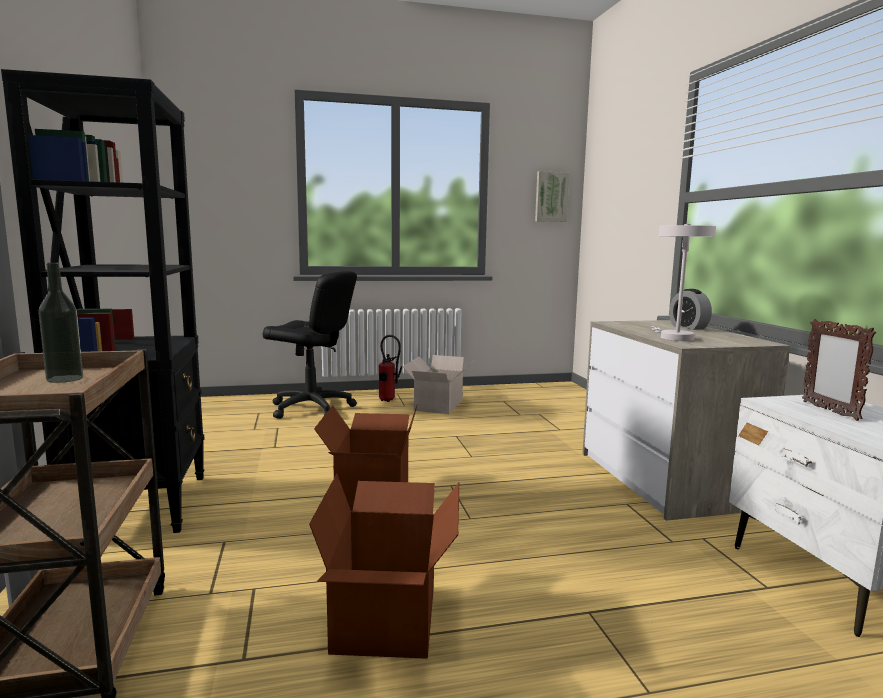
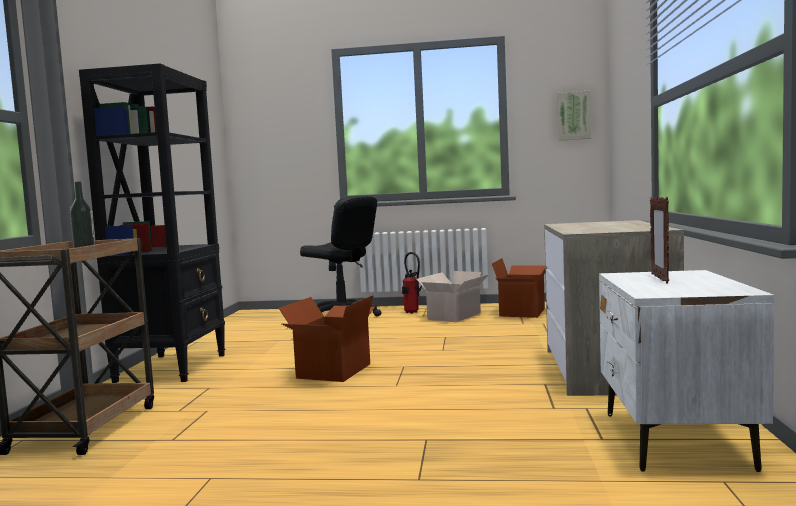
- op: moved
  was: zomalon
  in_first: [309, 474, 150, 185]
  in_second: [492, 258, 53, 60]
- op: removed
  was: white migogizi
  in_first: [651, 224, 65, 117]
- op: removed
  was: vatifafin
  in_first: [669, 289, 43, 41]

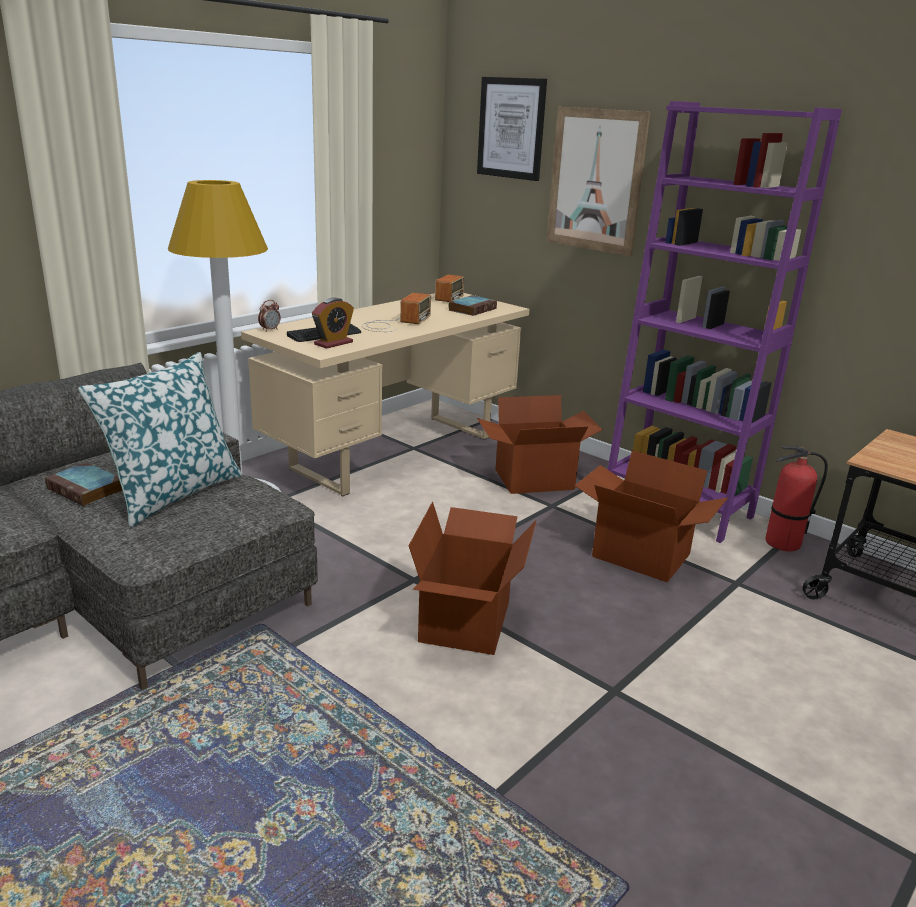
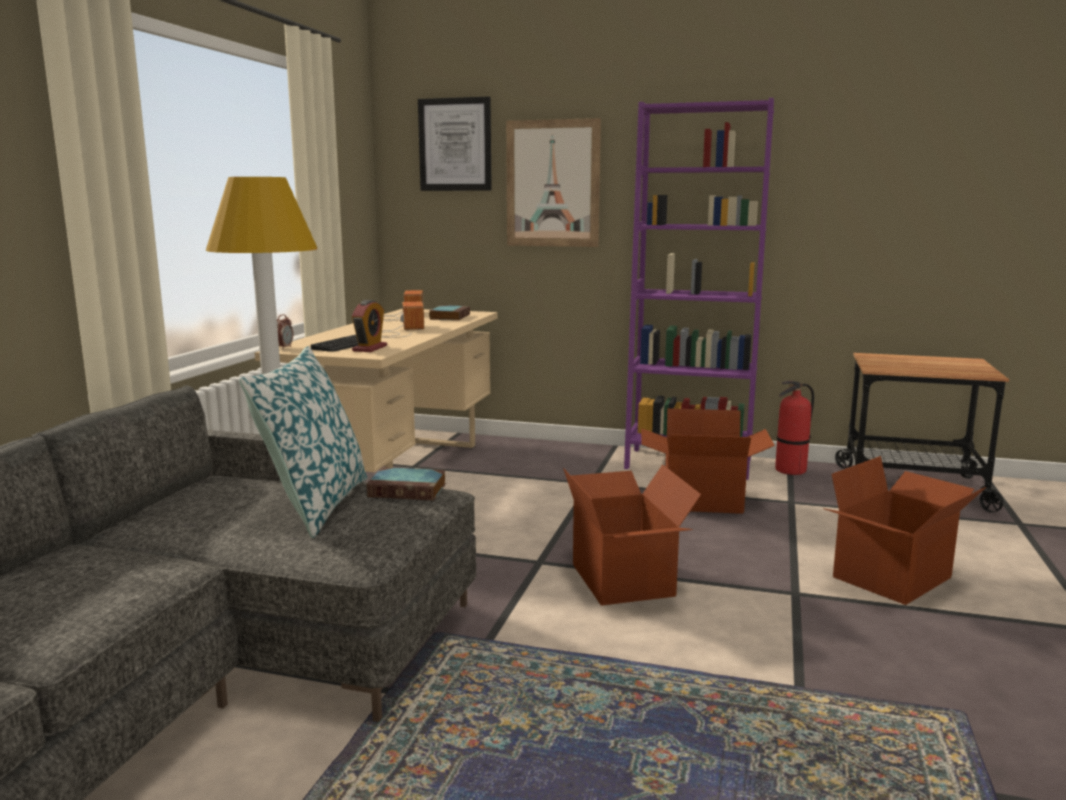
- op: moved
  was: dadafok
  in_first: [45, 462, 78, 44]
  in_second: [366, 467, 80, 34]
- op: moved
  was: zomalon
  in_first: [477, 395, 126, 99]
  in_second: [823, 456, 163, 149]

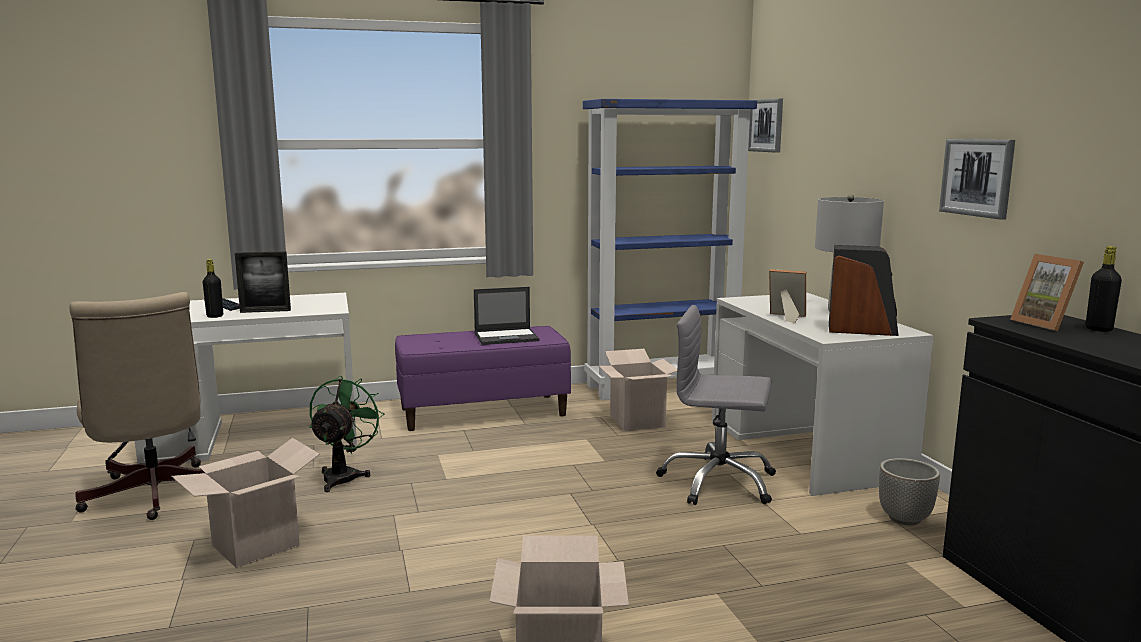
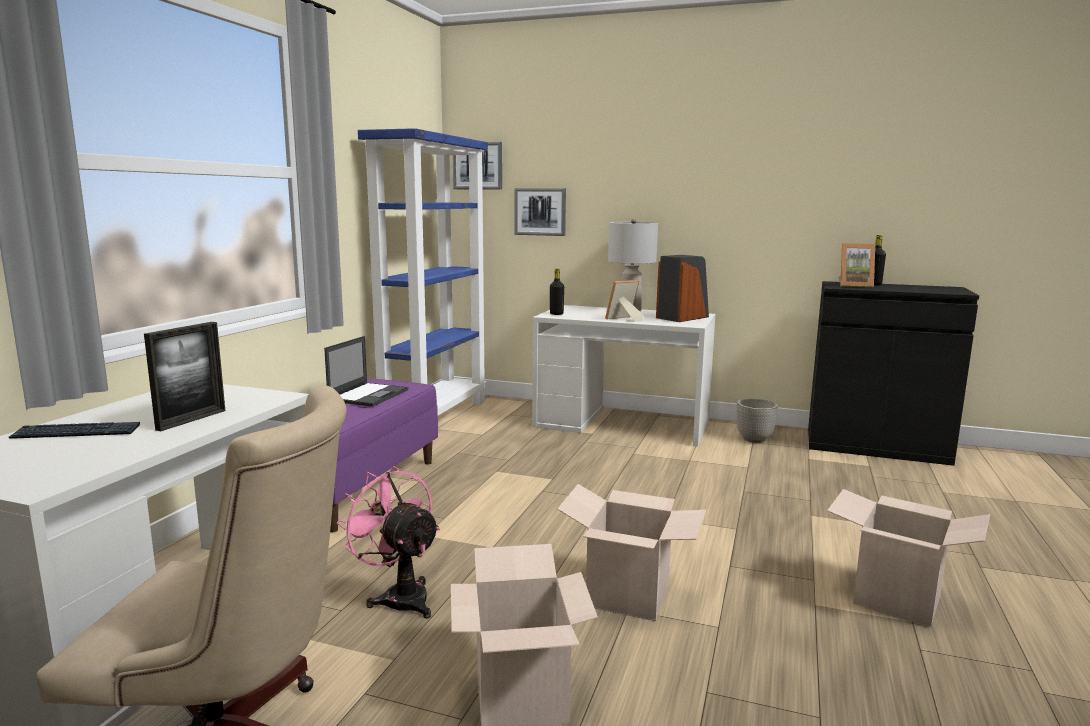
- op: moved
  was: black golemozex
  in_first: [203, 259, 20, 59]
  in_second: [550, 269, 14, 46]
- op: recoloured
  was: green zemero
  now: pink zemero
  in_first: [309, 376, 76, 116]
  in_second: [337, 466, 103, 153]
- op: moved
  was: zomalon
  in_first: [599, 349, 78, 82]
  in_second: [557, 484, 149, 137]
- op: removed
  was: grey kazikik
  in_first: [656, 305, 120, 200]
- op: moved
  was: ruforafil
  in_first: [939, 139, 76, 81]
  in_second: [514, 188, 52, 48]

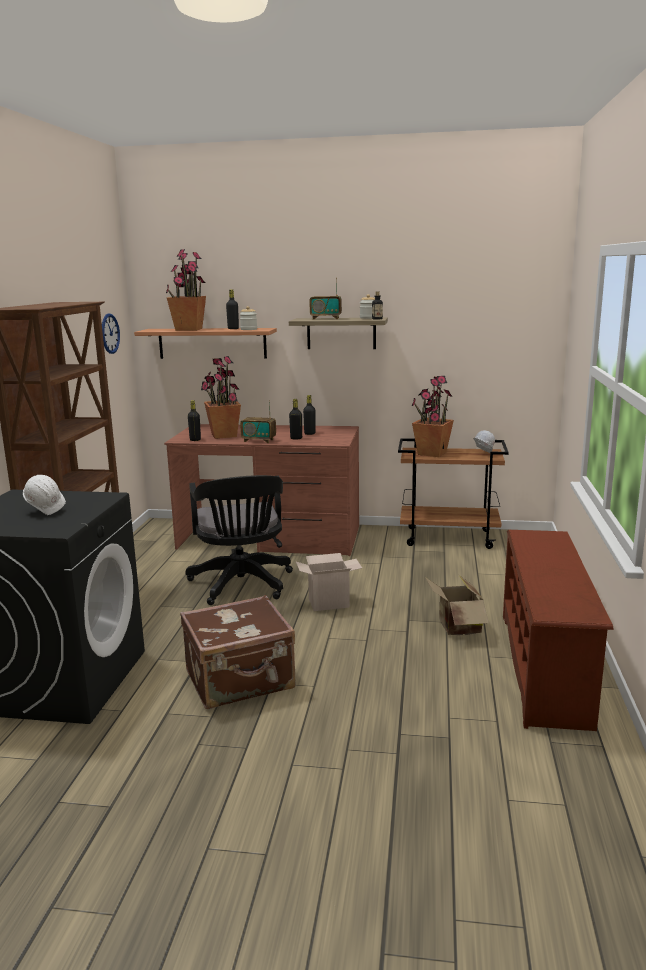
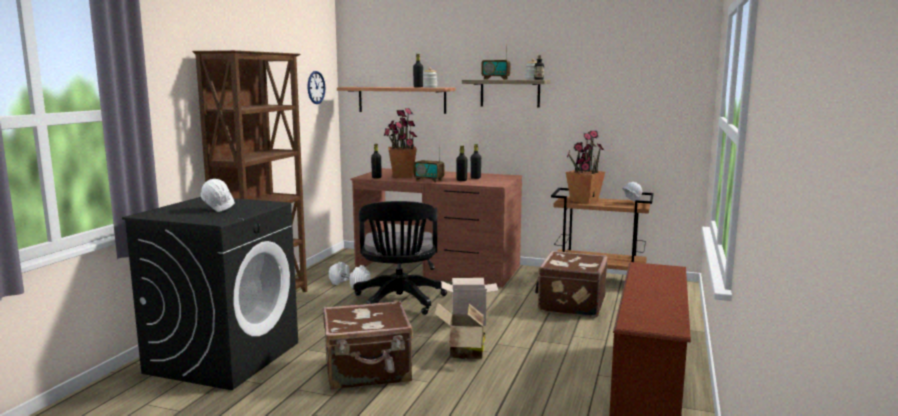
- op: removed
  was: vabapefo
  in_first: [166, 249, 40, 82]
- op: moved
  was: zomalon
  in_first: [425, 575, 64, 60]
  in_second: [434, 303, 51, 57]
- op: added
  now: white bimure
  in_second: [329, 262, 42, 26]
- op: added
  now: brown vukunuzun
  in_second: [535, 251, 73, 67]

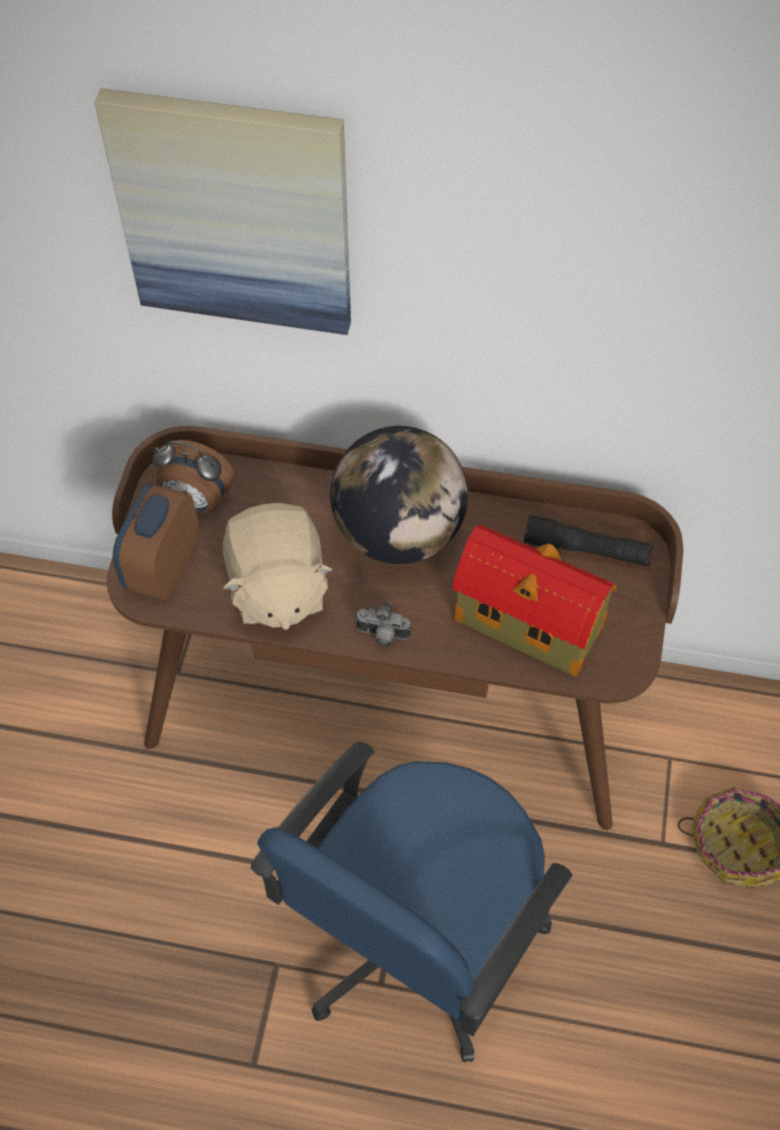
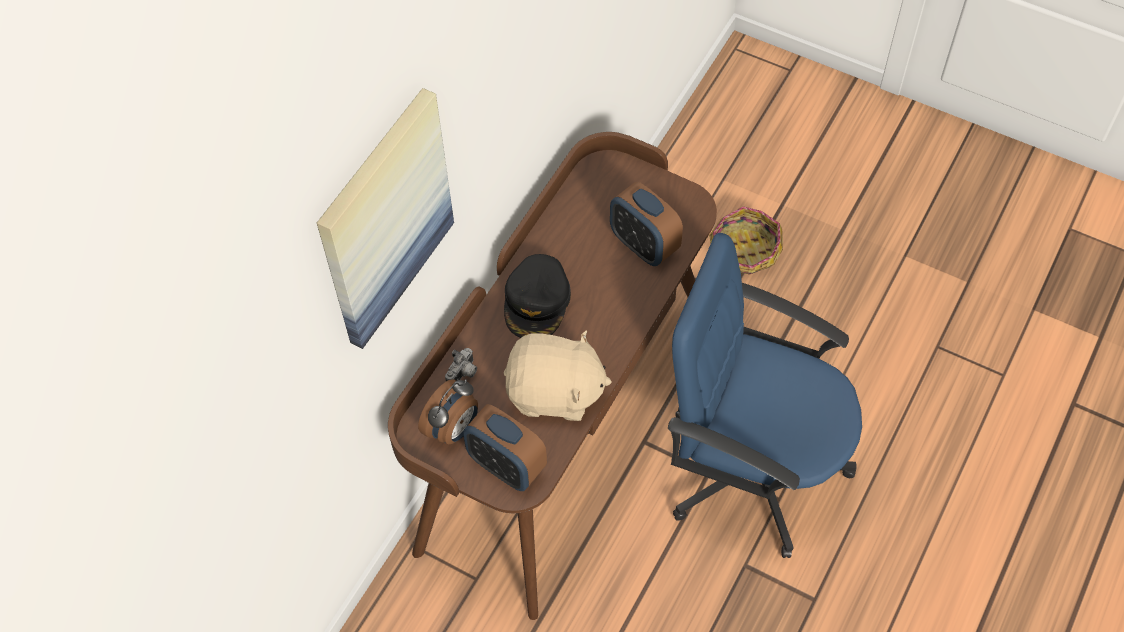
- op: turned
  was: blue kazikik
  in_first: [251, 741, 322, 321]
  in_second: [668, 233, 194, 325]
  clockwise: 150
- op: replaced
  was: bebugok
  now: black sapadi
  in_first: [330, 426, 138, 138]
  in_second: [504, 254, 67, 84]
- op: moved
  was: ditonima
  in_first: [355, 601, 56, 46]
  in_second: [445, 348, 32, 33]
- op: replaced
  was: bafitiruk
  now: vatifafin
  in_first: [453, 525, 164, 151]
  in_second: [610, 182, 73, 84]
- op: removed
  was: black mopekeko
  in_first: [524, 515, 130, 51]

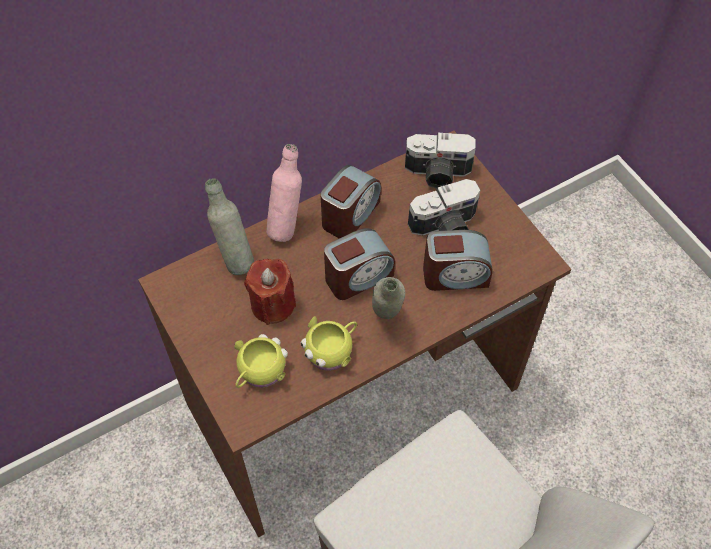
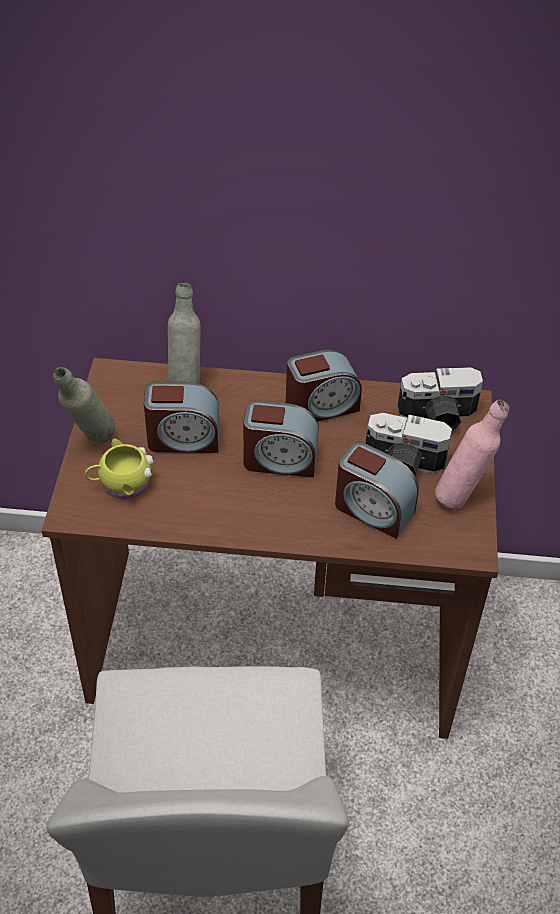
- op: replaced
  was: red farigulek
  now: vatifafin
  in_first: [244, 259, 52, 66]
  in_second: [144, 382, 75, 71]
- op: moved
  was: pink golemozex
  in_first: [267, 144, 35, 98]
  in_second: [435, 400, 74, 109]
- op: removed
  was: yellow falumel
  in_first: [301, 316, 56, 55]
- op: moved
  was: grey golemozex
  in_first: [372, 277, 33, 42]
  in_second: [53, 367, 63, 76]
- op: turned
  was: ditonima
  in_first: [405, 133, 71, 56]
  in_second: [398, 367, 85, 64]
  clockwise: -45

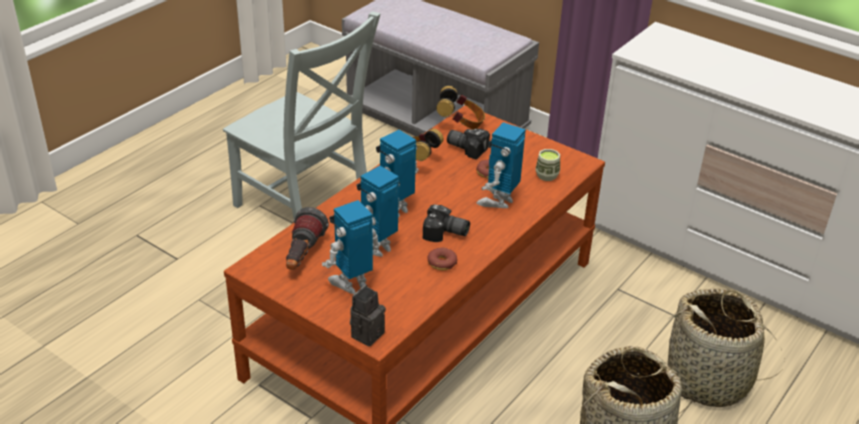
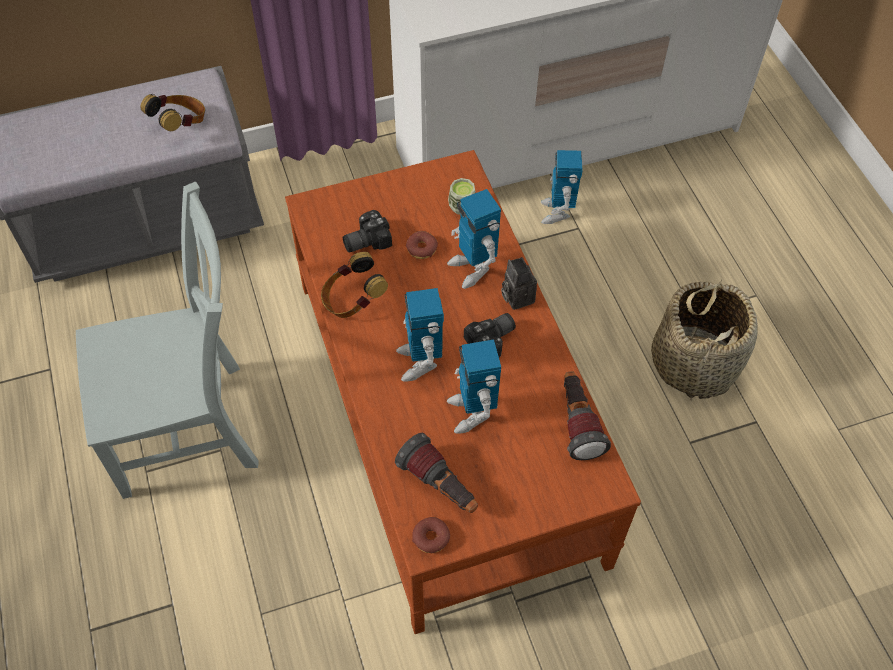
- op: moved
  was: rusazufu
  in_first: [322, 200, 59, 94]
  in_second: [541, 150, 42, 74]
- op: moved
  was: ditonima
  in_first: [350, 285, 36, 61]
  in_second: [501, 257, 36, 53]
- op: moved
  was: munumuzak
  in_first: [427, 247, 30, 23]
  in_second: [412, 517, 38, 36]
- op: moved
  was: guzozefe
  in_first: [437, 86, 48, 43]
  in_second: [140, 94, 65, 37]
- op: removed
  was: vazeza
  in_first: [656, 288, 129, 119]
- op: added
  now: mopekeko
  in_second: [564, 371, 47, 89]

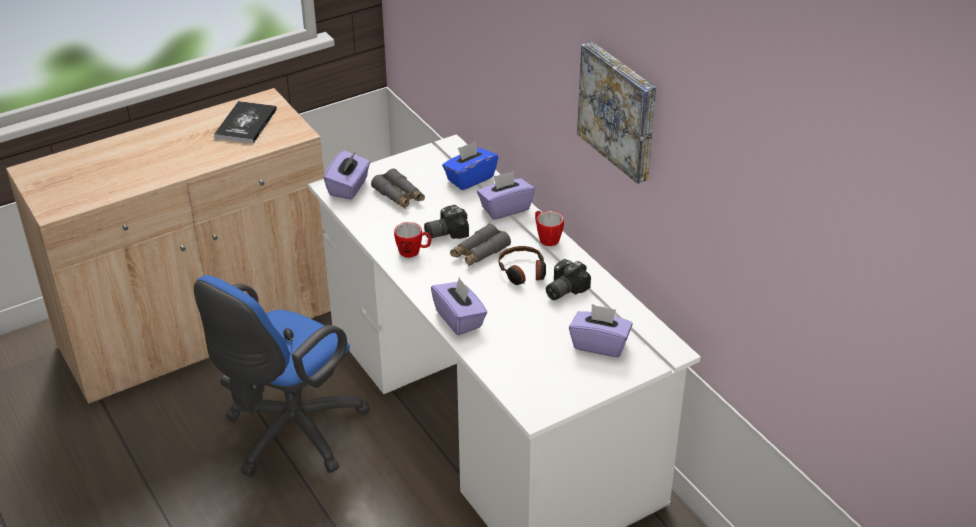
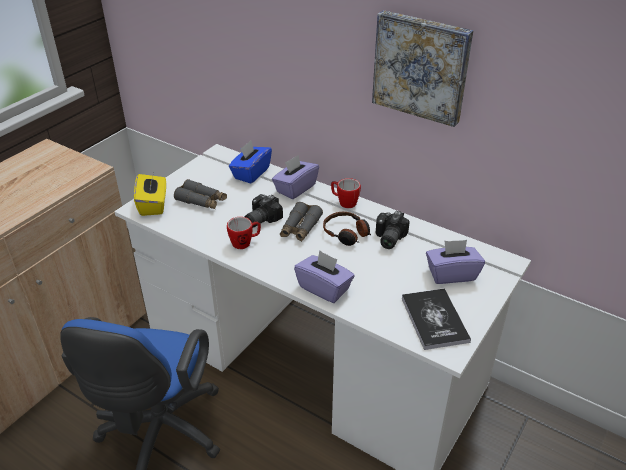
- op: moved
  was: dadafok
  in_first: [214, 101, 63, 43]
  in_second: [402, 288, 69, 62]
- op: recoloured
  was: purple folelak
  now: yellow folelak
  in_first: [324, 151, 46, 48]
  in_second: [134, 173, 32, 43]

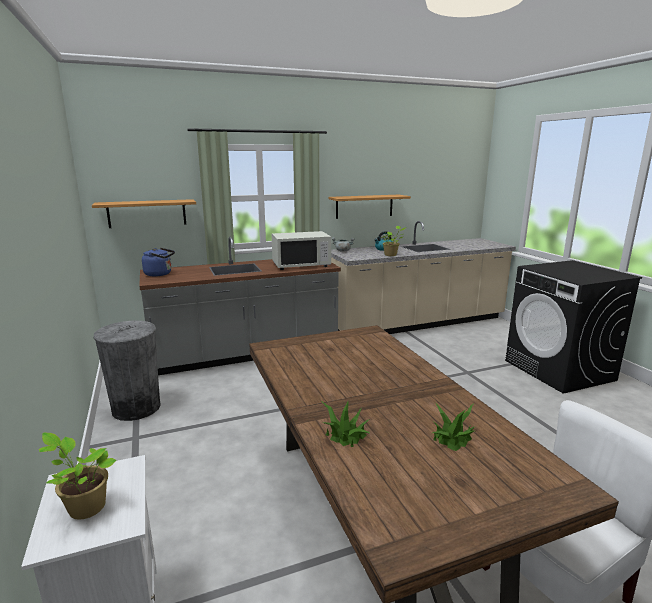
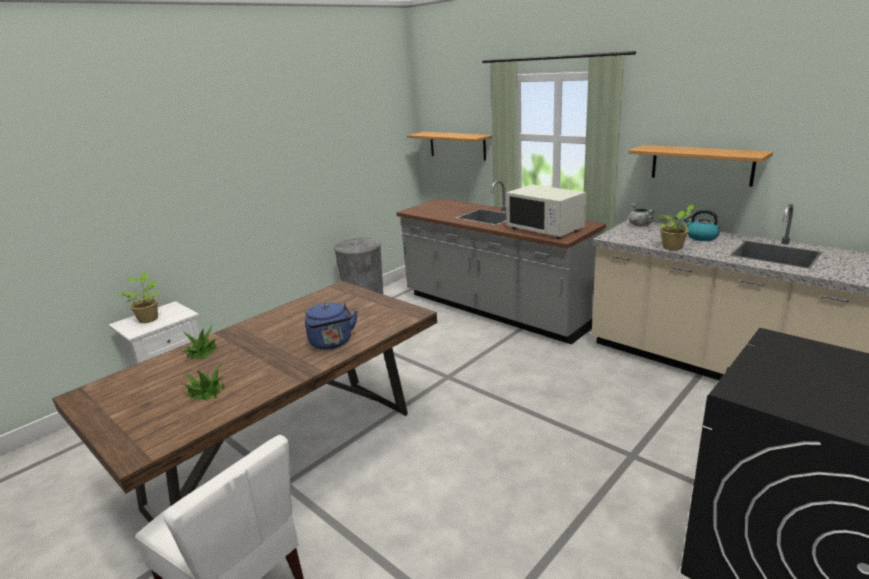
- op: moved
  was: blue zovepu
  in_first: [142, 248, 33, 28]
  in_second: [305, 302, 53, 48]

